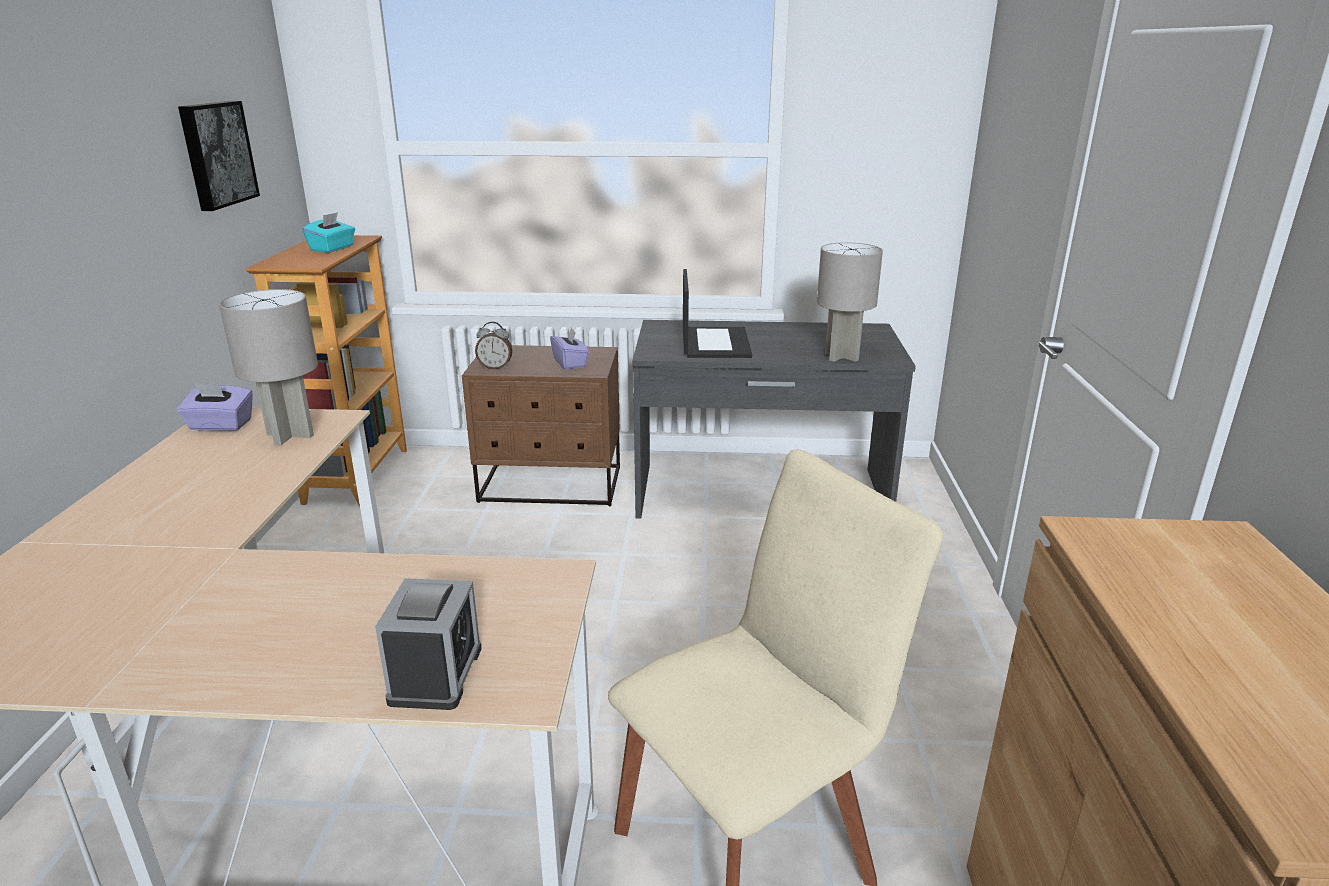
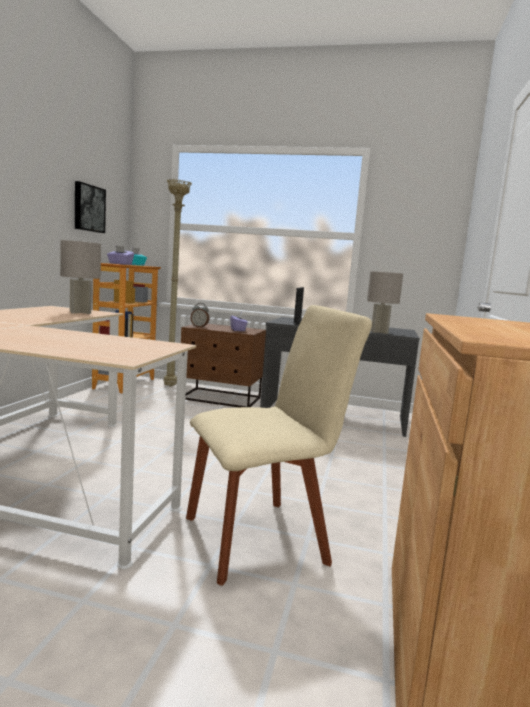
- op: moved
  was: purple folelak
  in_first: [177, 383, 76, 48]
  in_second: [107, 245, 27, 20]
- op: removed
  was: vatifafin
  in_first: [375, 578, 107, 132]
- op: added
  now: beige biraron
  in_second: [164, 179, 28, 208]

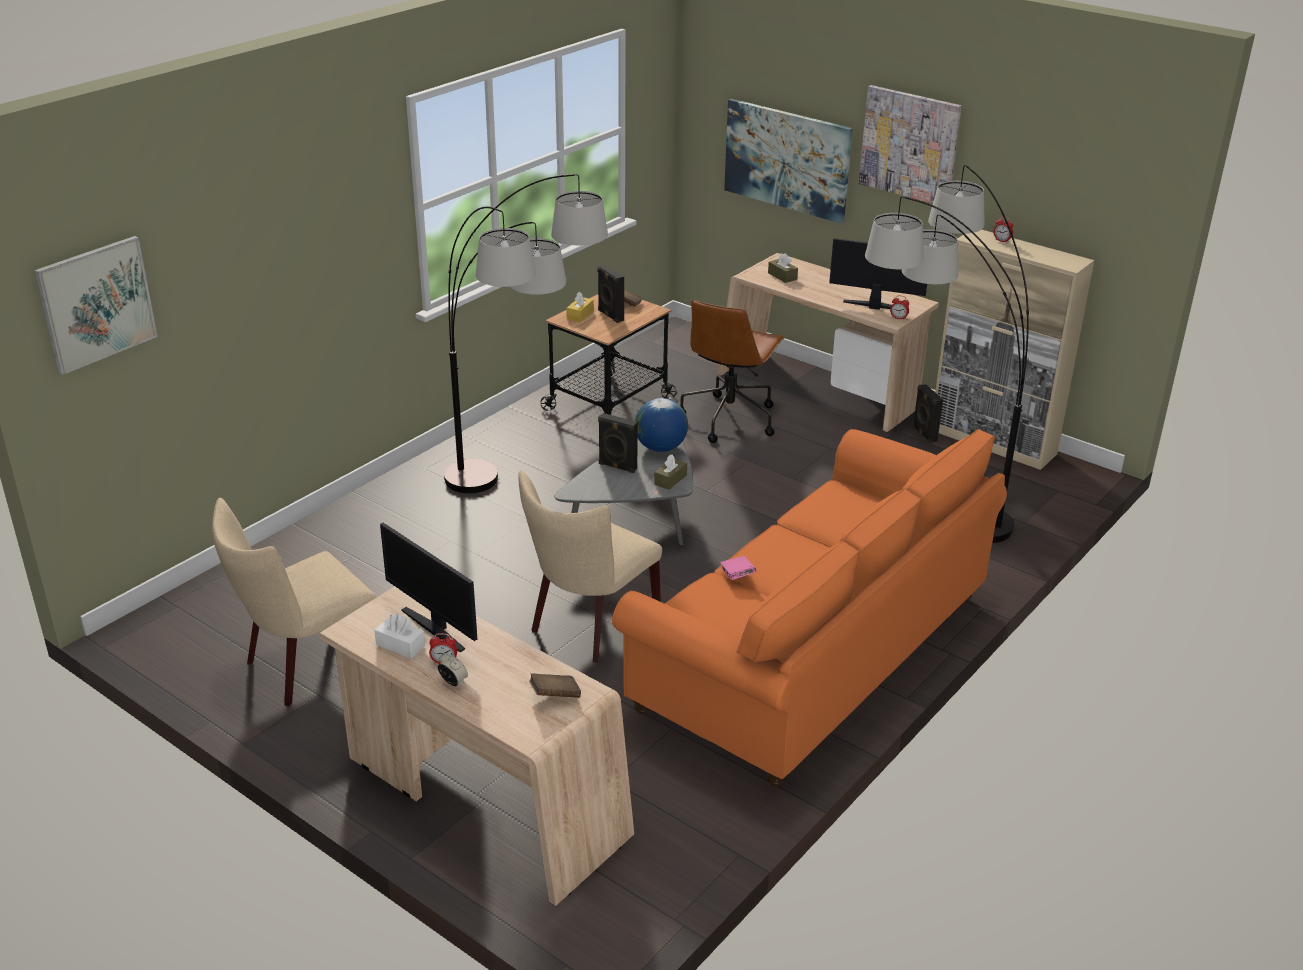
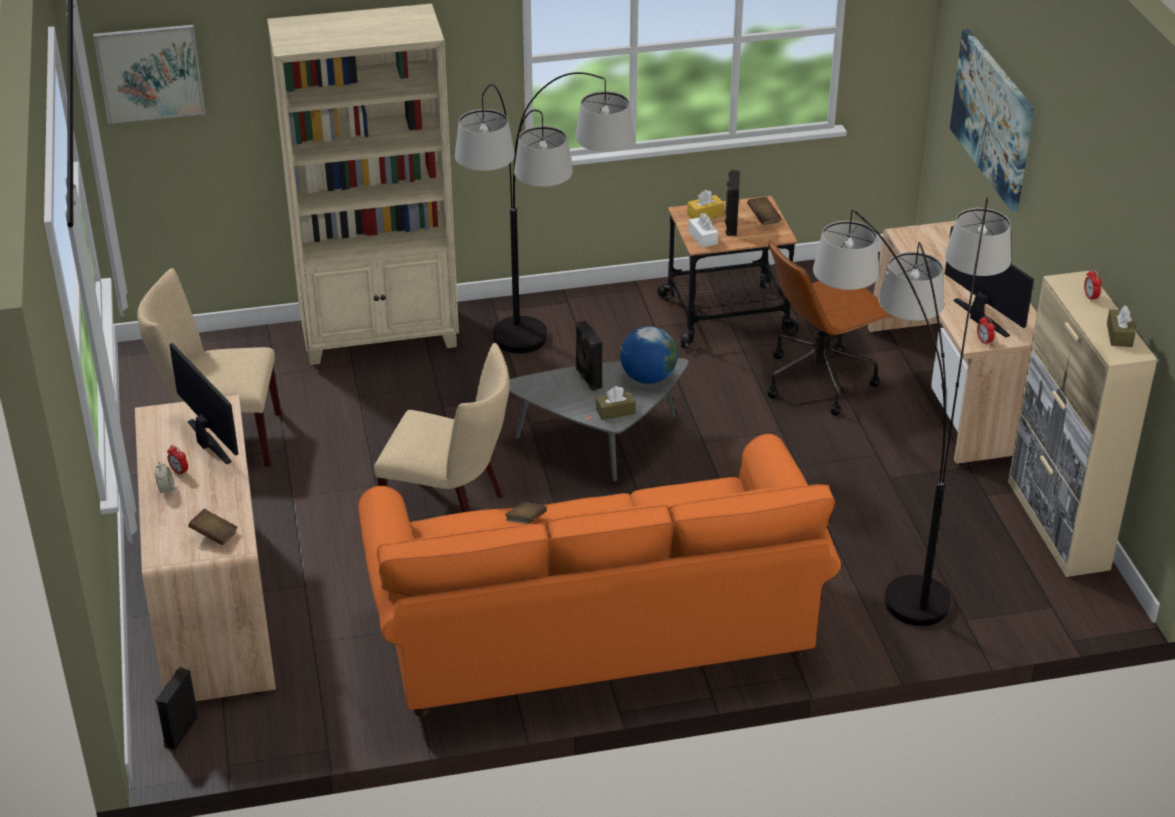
- op: moved
  was: white folelak
  in_first: [374, 614, 51, 44]
  in_second: [688, 213, 30, 35]
- op: turned
  was: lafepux
  in_first: [380, 523, 97, 129]
  in_second: [169, 343, 69, 121]
  clockwise: 150
- op: turned
  was: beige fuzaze
  in_first: [518, 470, 144, 193]
  in_second: [374, 343, 135, 169]
  clockwise: -150
- op: recoloured
  was: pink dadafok
  now: brown dadafok
  in_first: [720, 556, 36, 24]
  in_second: [505, 502, 42, 22]
- op: moved
  was: brown folelak
  in_first: [768, 253, 30, 30]
  in_second: [1107, 305, 29, 42]
- op: removed
  was: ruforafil
  in_first: [859, 85, 103, 119]
- op: moved
  was: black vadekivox
  in_first: [913, 384, 30, 59]
  in_second: [155, 667, 43, 83]
- op: added
  now: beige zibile
  in_second: [267, 4, 192, 361]

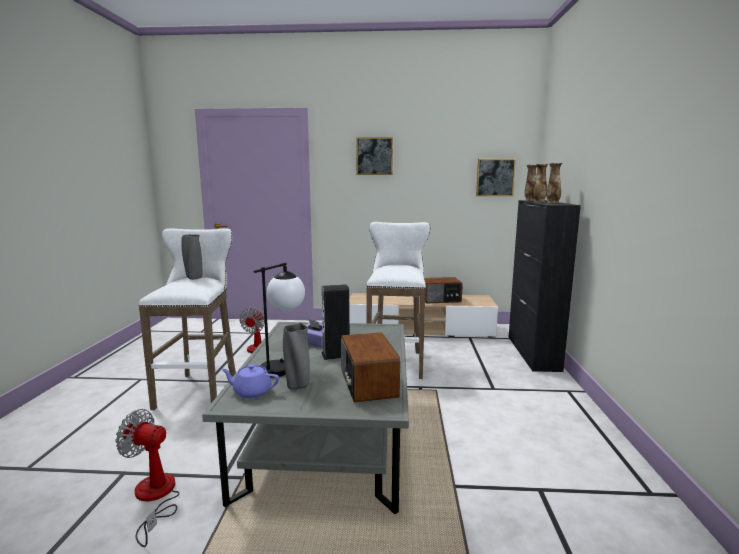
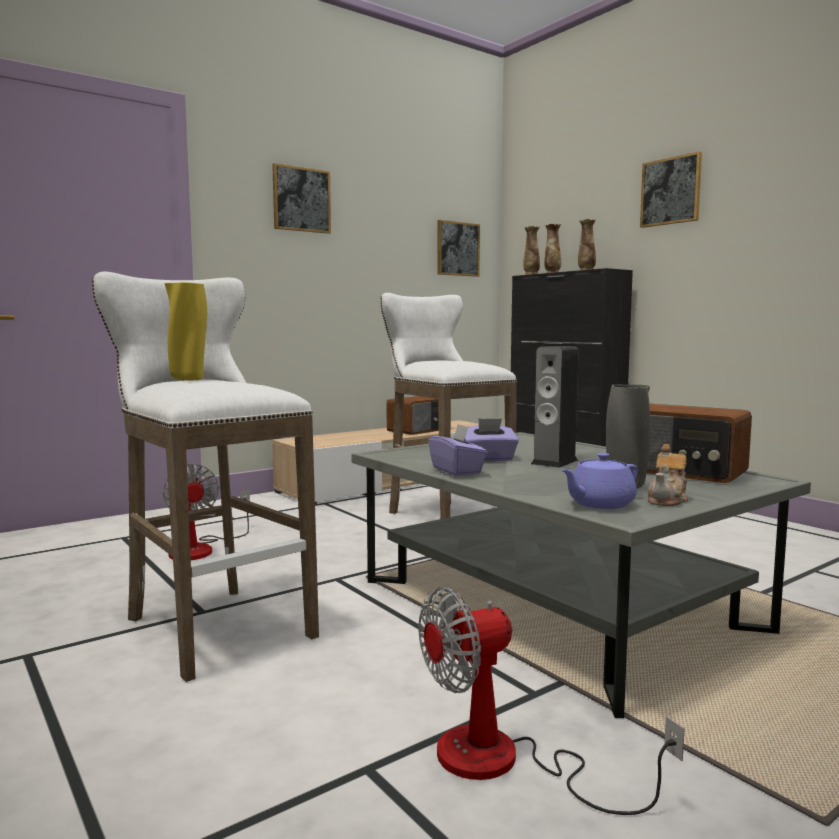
- op: recoloured
  was: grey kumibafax
  now: yellow kumibafax
  in_first: [182, 235, 21, 45]
  in_second: [165, 282, 42, 98]
- op: removed
  was: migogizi
  in_first: [254, 263, 51, 115]
- op: added
  now: purple folelak
  in_second: [428, 424, 59, 52]
- op: added
  now: ruforafil
  in_second: [640, 151, 62, 77]
- op: added
  now: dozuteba
  in_second: [648, 444, 40, 62]

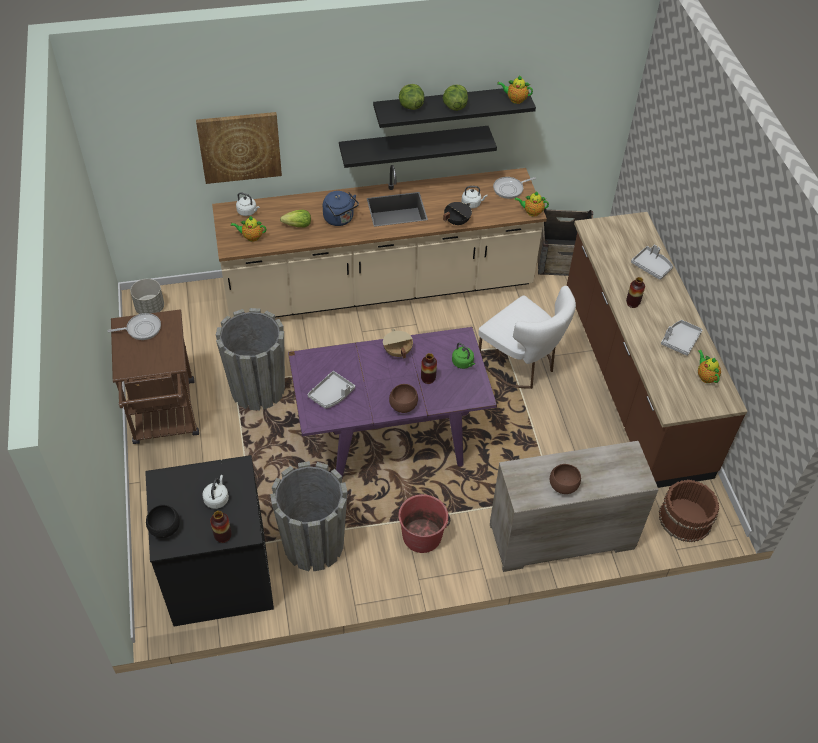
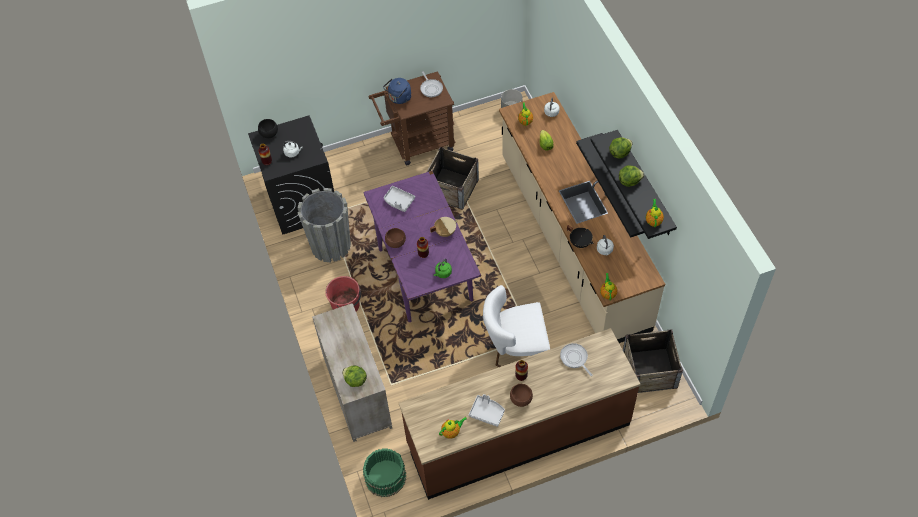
- op: removed
  was: ruforafil
  in_first: [196, 112, 86, 72]
- op: replaced
  was: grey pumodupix
  now: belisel
  in_first: [216, 308, 69, 102]
  in_second: [426, 147, 53, 63]
- op: moved
  was: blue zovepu
  in_first: [323, 191, 36, 35]
  in_second: [383, 78, 28, 26]
- op: turned
  was: white fuzaze
  in_first: [479, 286, 97, 103]
  in_second: [483, 285, 67, 82]
  clockwise: 45
- op: moved
  was: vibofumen
  in_first: [493, 177, 43, 22]
  in_second: [560, 343, 32, 33]
- op: moved
  was: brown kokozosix
  in_first: [550, 464, 31, 30]
  in_second: [510, 384, 23, 23]
- op: removed
  was: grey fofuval
  in_first: [631, 245, 42, 35]
- op: recoloured
  was: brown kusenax
  now: green kusenax
  in_first: [659, 479, 60, 64]
  in_second: [363, 448, 43, 49]
- op: added
  now: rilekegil
  in_second: [342, 365, 25, 22]

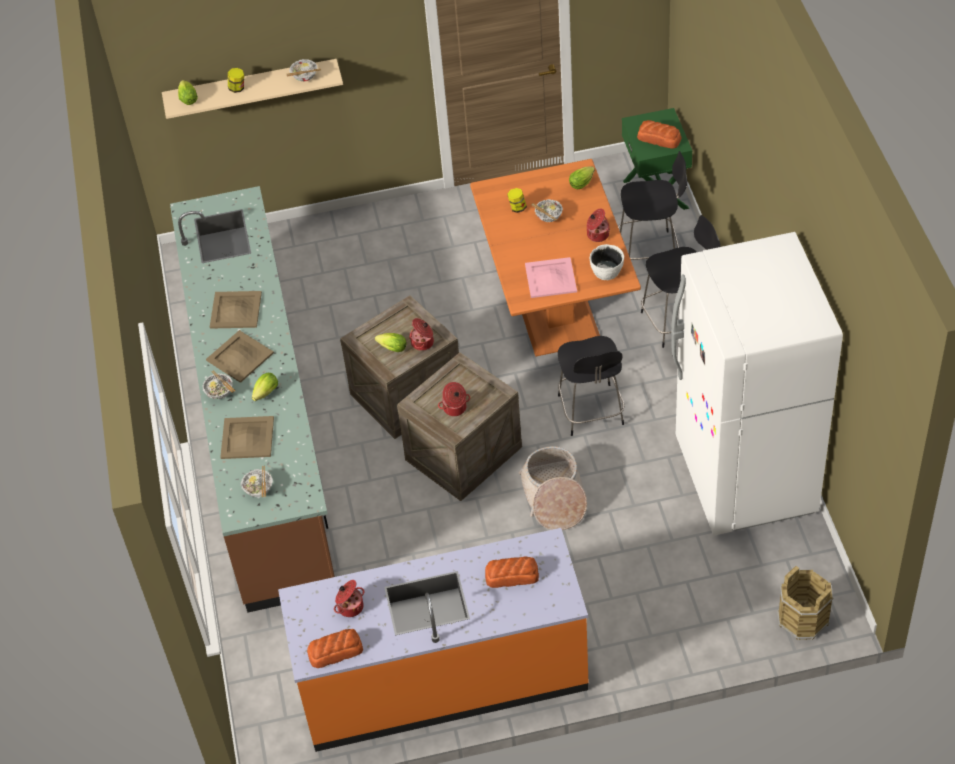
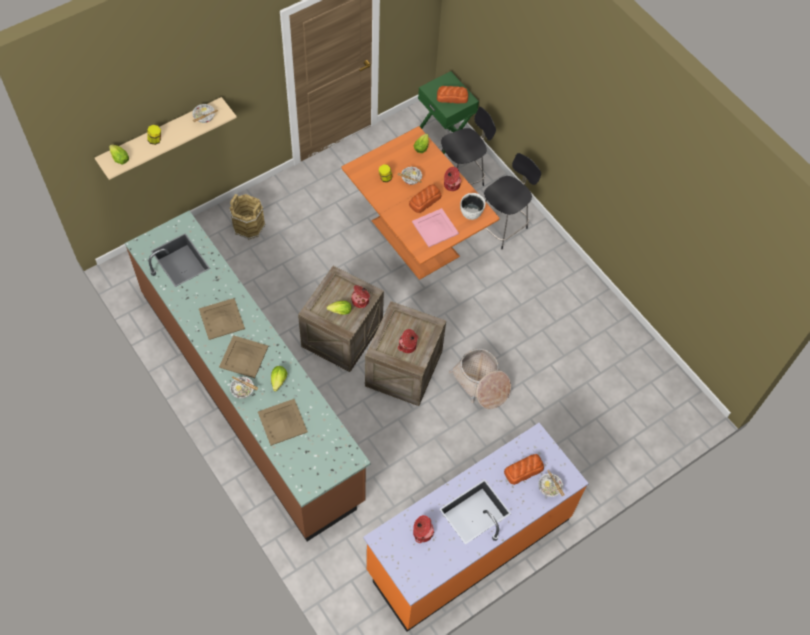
- op: moved
  was: kokozosix
  in_first: [241, 466, 32, 31]
  in_second: [538, 470, 27, 27]
- op: moved
  was: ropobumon
  in_first: [307, 629, 56, 39]
  in_second: [409, 184, 33, 29]
- op: removed
  was: black fuzaze
  in_first: [558, 336, 66, 100]
- op: removed
  was: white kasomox
  in_first: [671, 232, 172, 304]
- op: moved
  was: brown kusenax
  in_first: [777, 566, 56, 74]
  in_second: [229, 194, 36, 46]

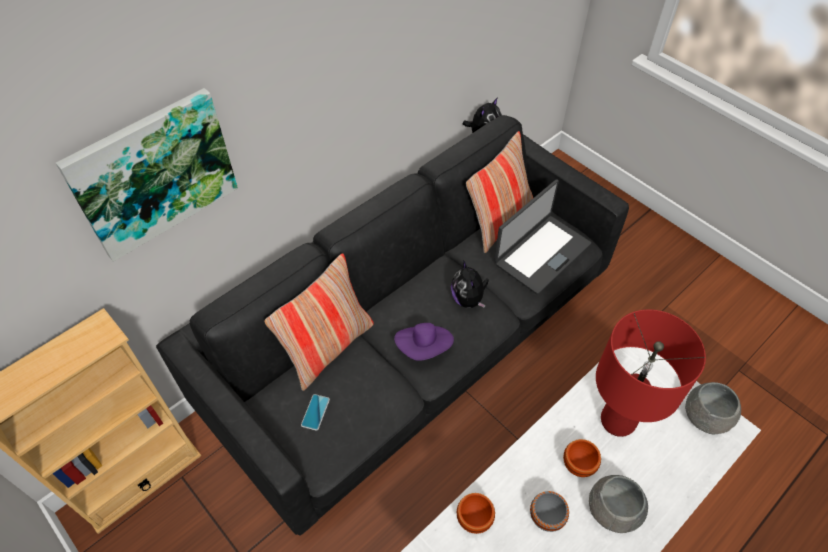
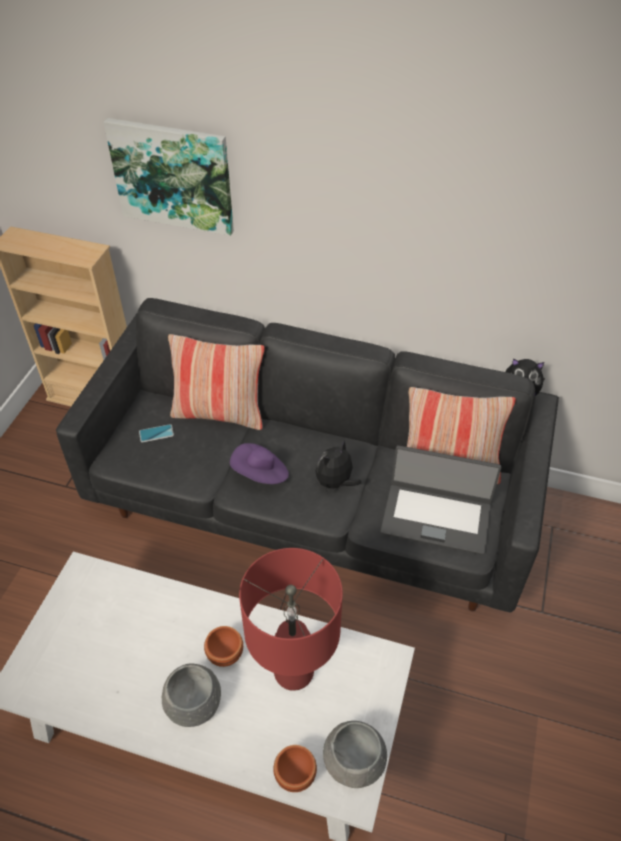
- op: moved
  was: brown kokozosix
  in_first: [457, 493, 38, 41]
  in_second: [273, 745, 44, 47]
- op: removed
  was: grey kokozosix
  in_first: [530, 491, 39, 41]

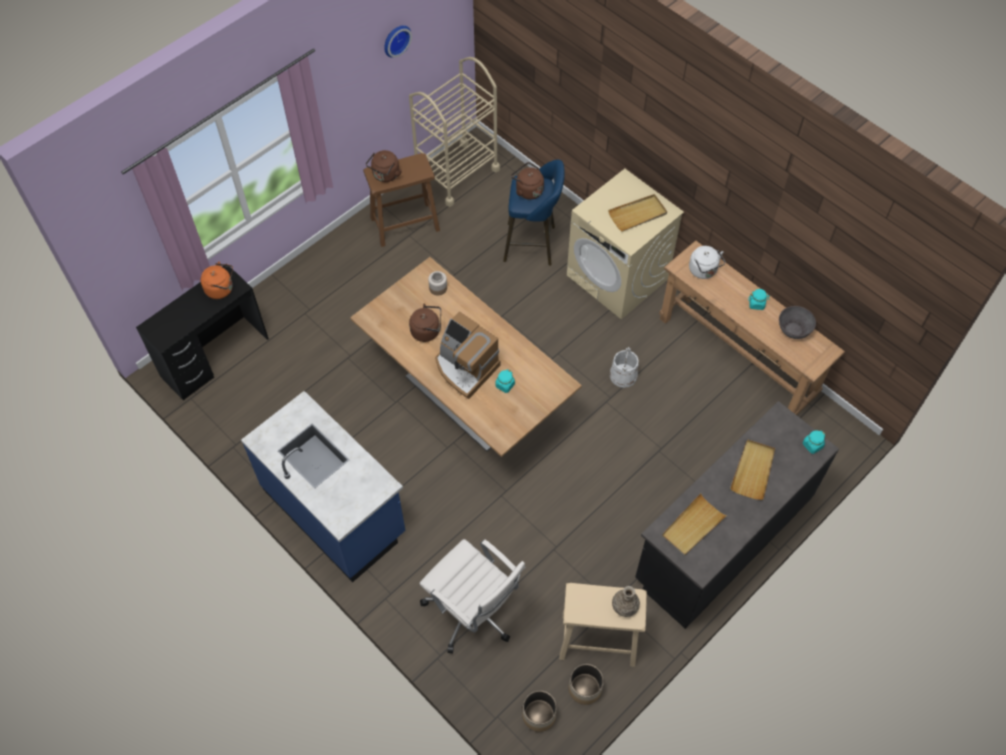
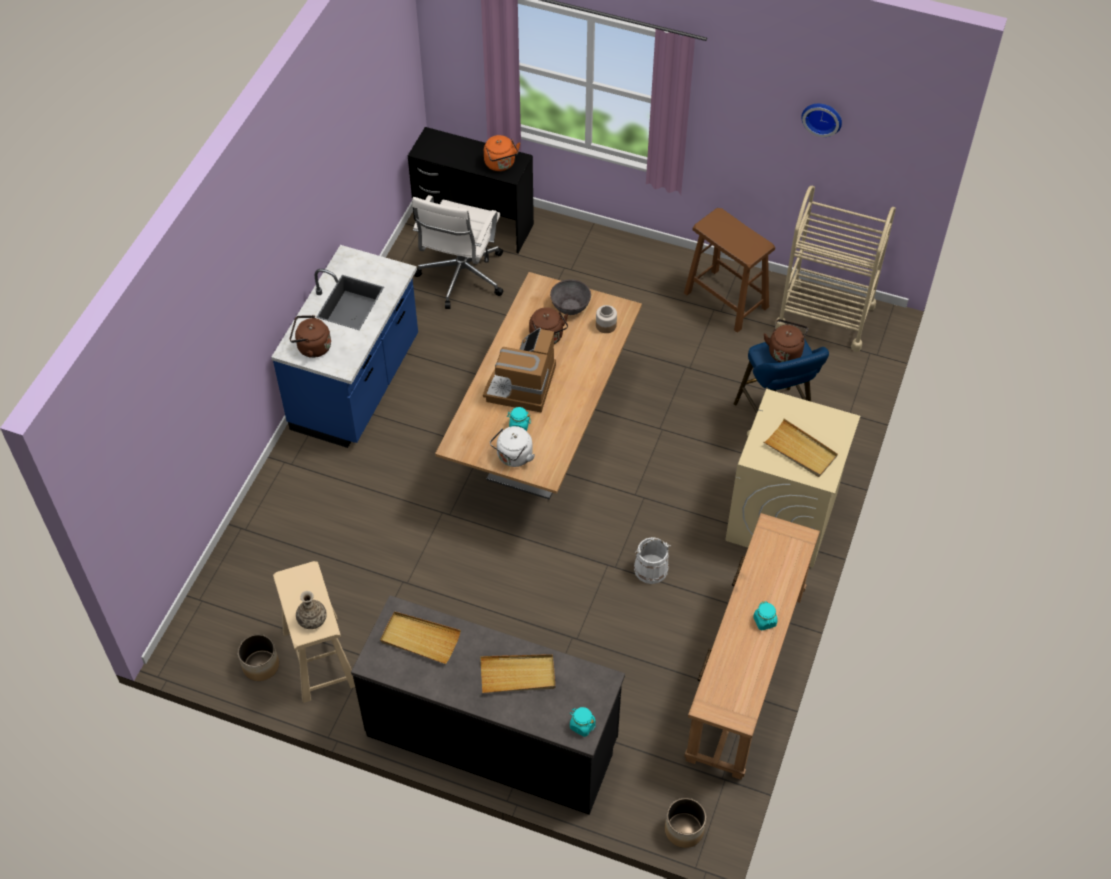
- op: moved
  was: brown zovepu
  in_first: [366, 150, 36, 32]
  in_second: [290, 315, 41, 43]
- op: moved
  was: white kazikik
  in_first: [419, 539, 106, 114]
  in_second: [412, 195, 91, 114]
- op: moved
  was: pumodupix
  in_first: [522, 690, 35, 42]
  in_second: [665, 798, 41, 50]
- op: moved
  was: white zovepu
  in_first: [689, 246, 36, 33]
  in_second: [490, 426, 45, 41]
- op: moved
  was: grey kokozosix
  in_first: [779, 306, 37, 33]
  in_second: [550, 279, 41, 36]

